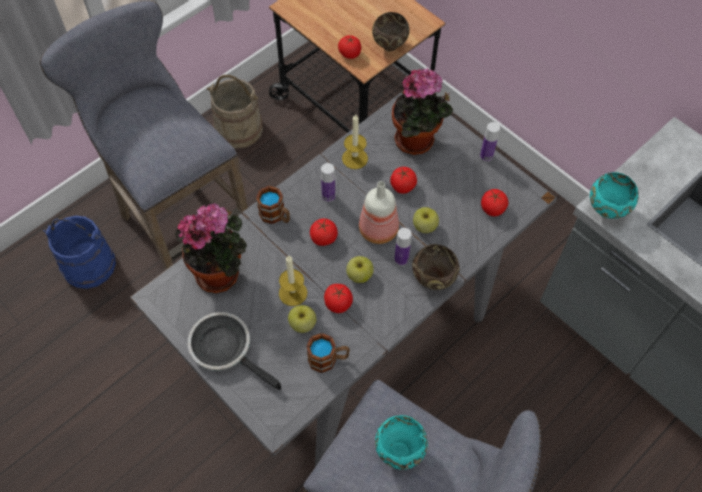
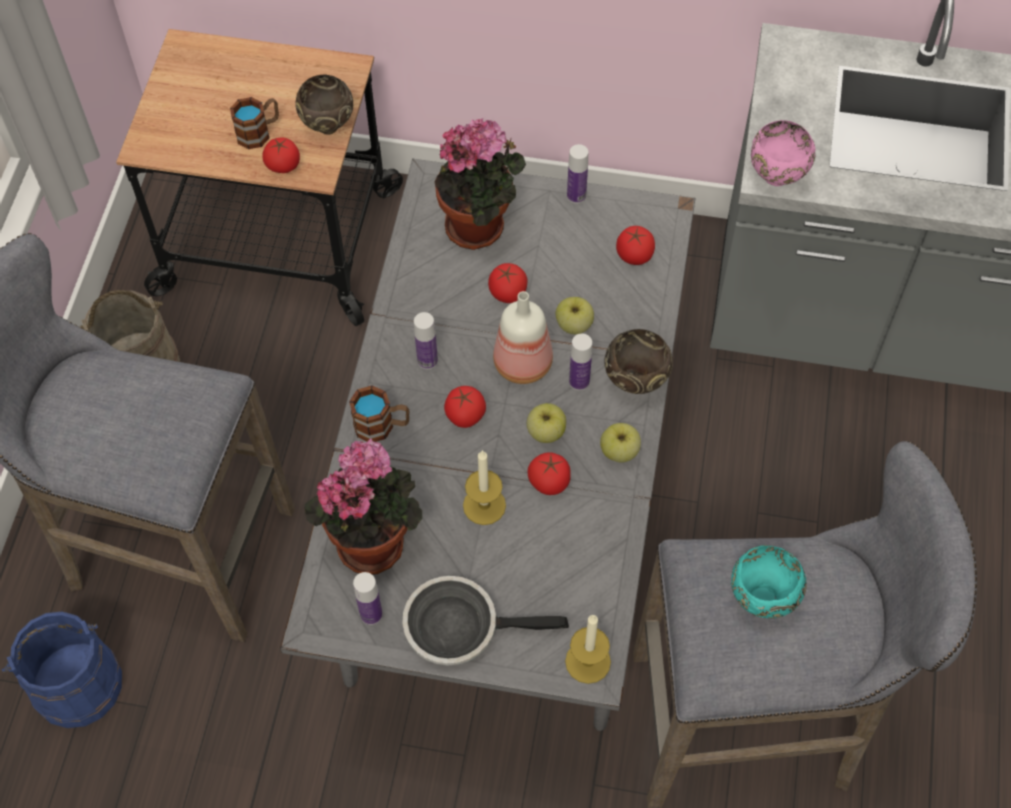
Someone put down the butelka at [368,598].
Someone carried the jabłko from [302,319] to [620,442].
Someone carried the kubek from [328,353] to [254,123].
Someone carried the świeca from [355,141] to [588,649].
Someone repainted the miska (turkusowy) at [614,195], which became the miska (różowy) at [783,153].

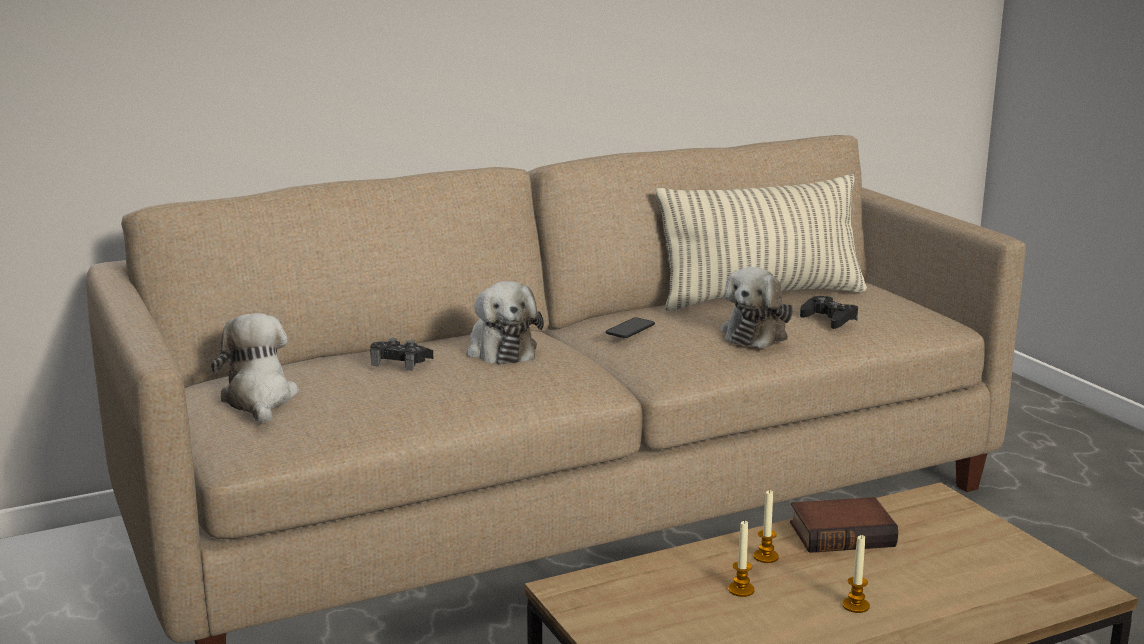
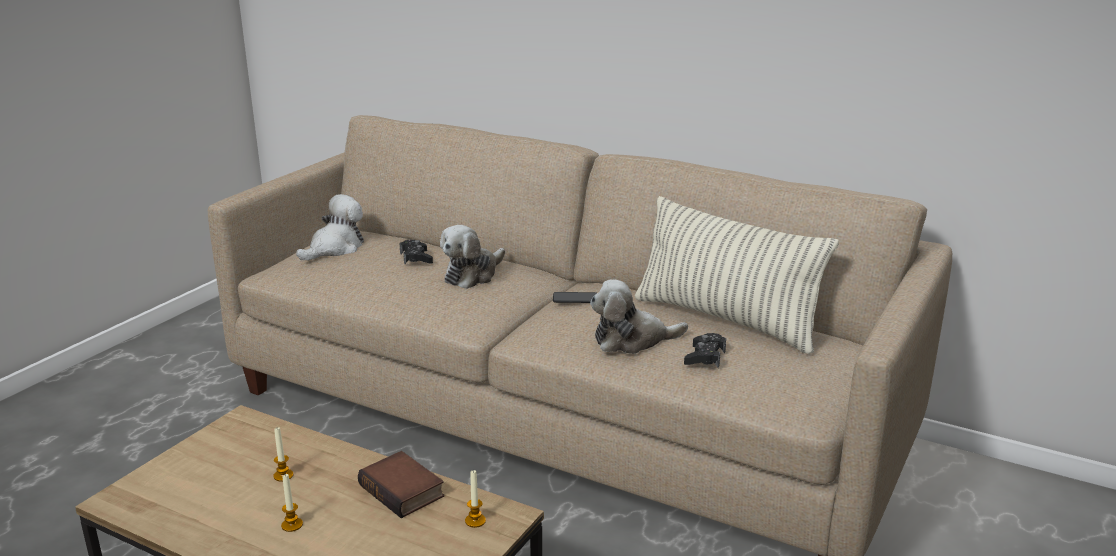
Someone carried the świeca from [766,526] to [475,499].

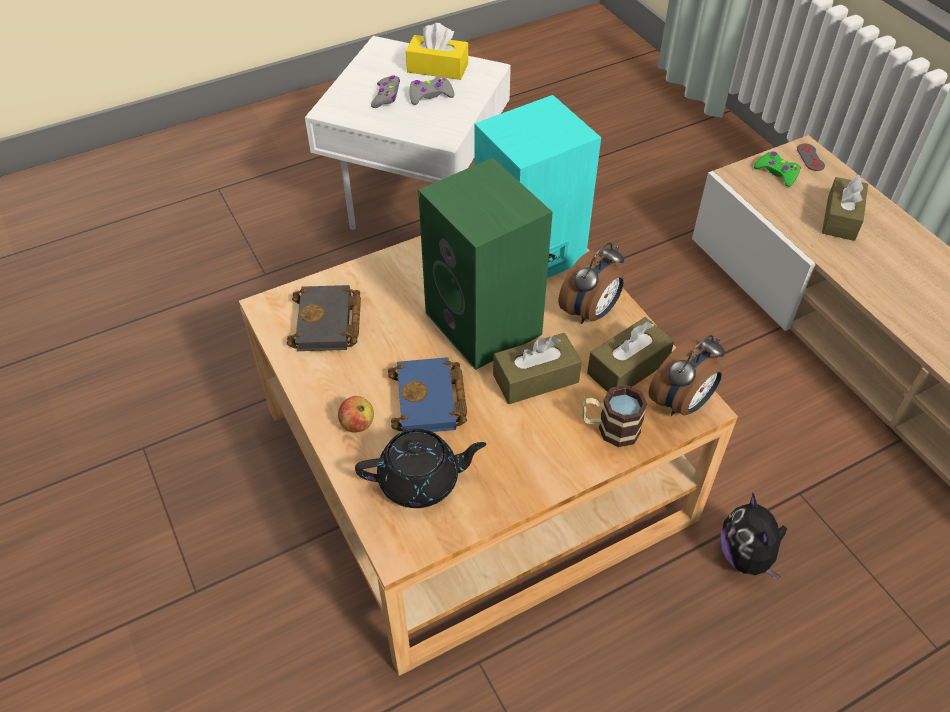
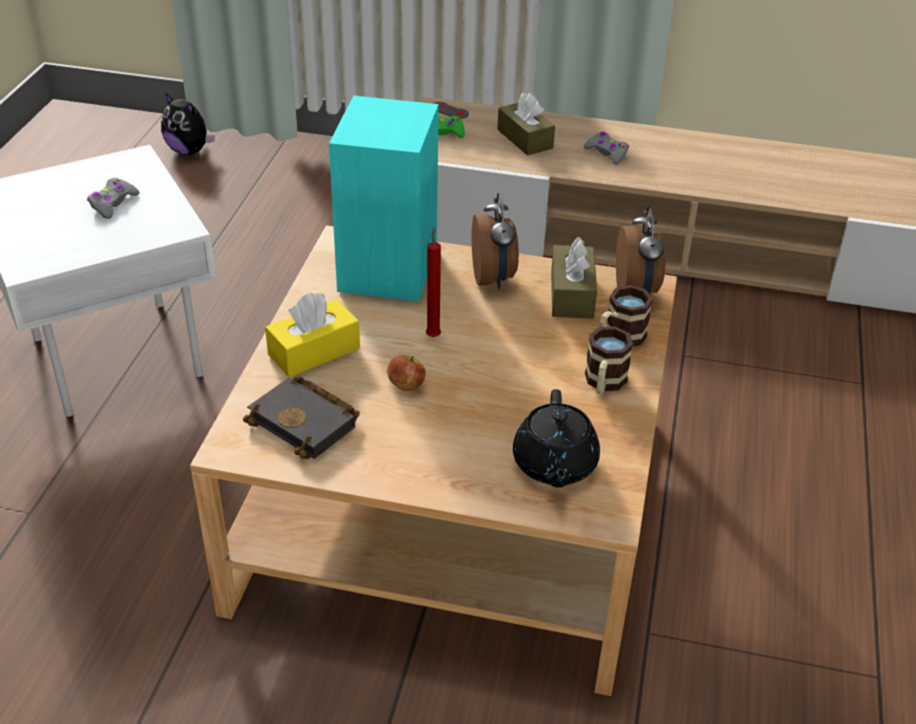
Someone took away the książka (niebieski) at [427,394].
Someone took away the pudełko chusteczek (brązowy) at [537,368].
Someone put down the kubek at [609,360].
Someone carried the jabłko from [356,414] to [406,373].
Someone carried the pad do gier (szary) from [385,91] to [606,148].
Someone carried the pudełko chusteczek (żółty) from [437,51] to [312,335].
Someone carried the pluszak from [753,535] to [188,123].
Someone swapped the głośnik (zielony) at [485,264] for the świeca (czerwony) at [433,282].
Someone rotated the imbryk (czarny) at [420,468] by 150 degrees clockwise.

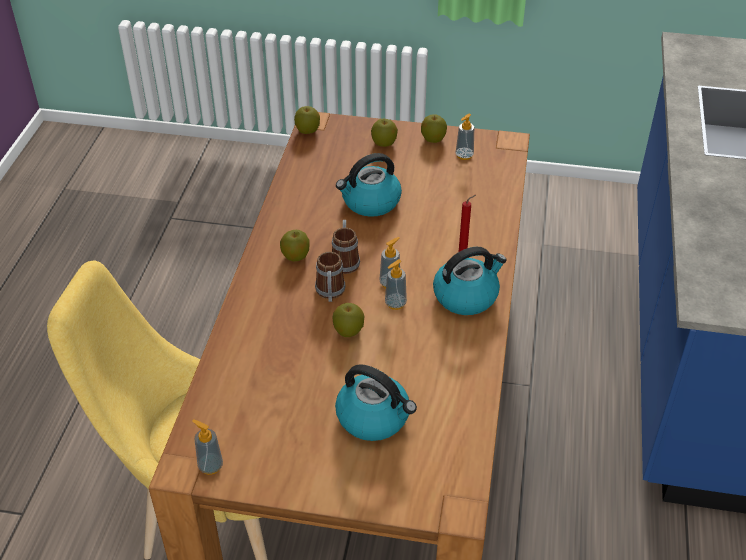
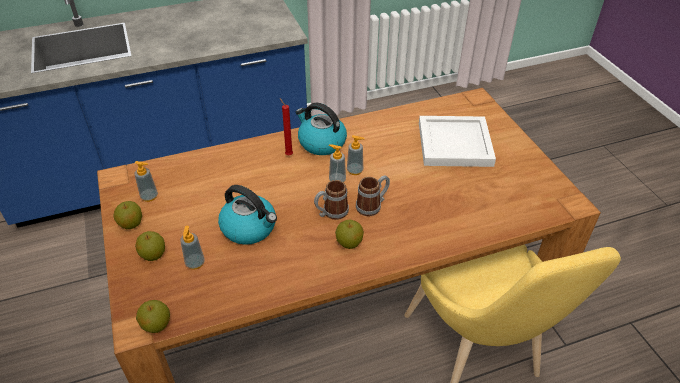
Someone took away the jabłko at [348,320].
Someone carried the dozownik mydła from [207,447] to [192,247].
Someone swapped the czajnik at [376,402] for the taca (biały) at [457,141].

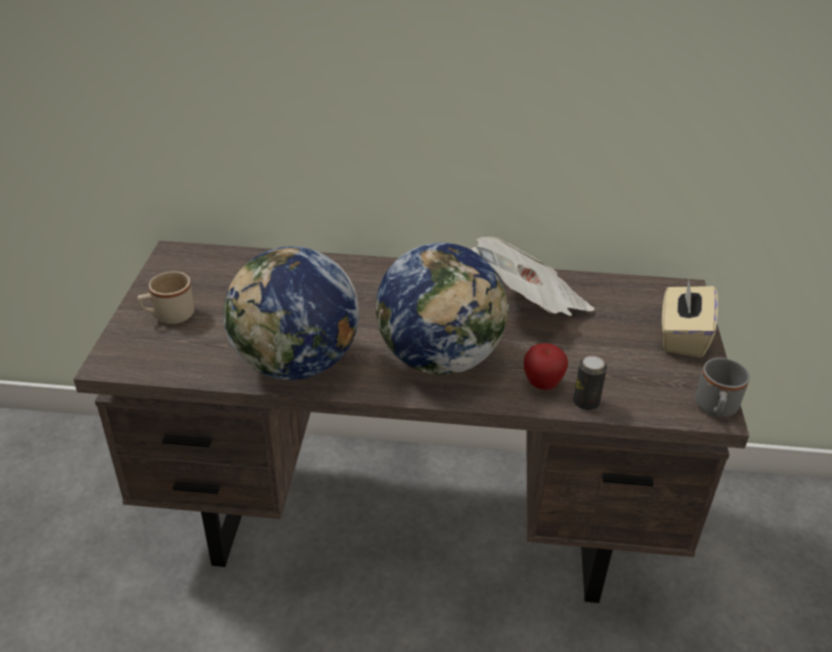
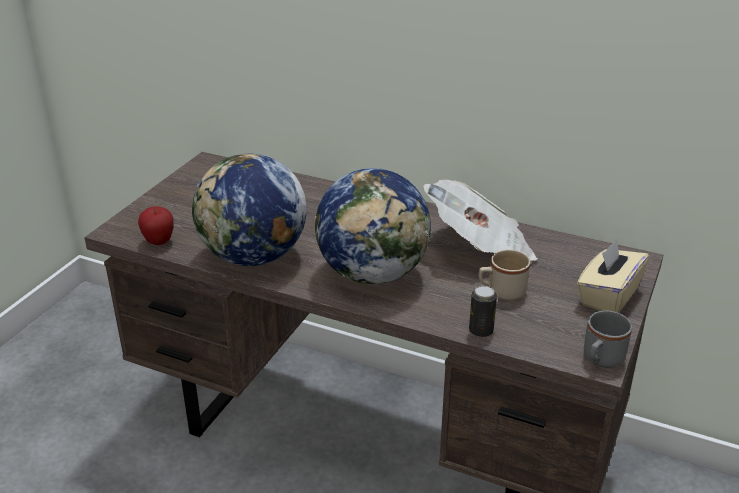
Someone carried the kubek (beżowy) from [166,297] to [504,275].
Someone carried the jabłko from [546,366] to [156,225].

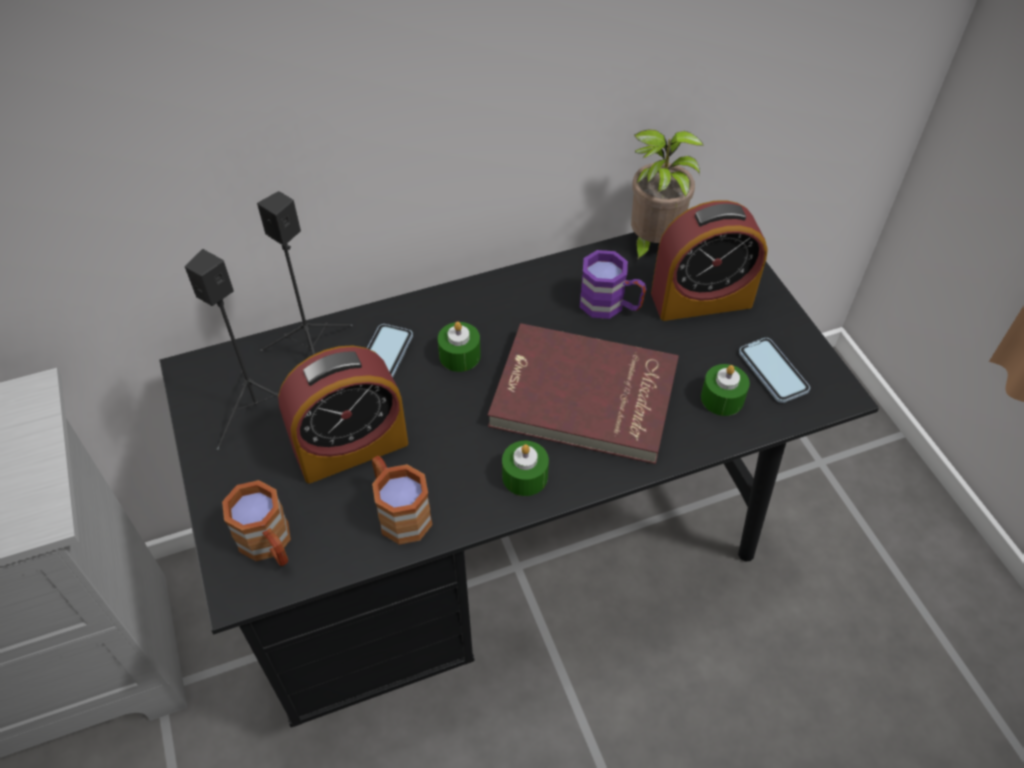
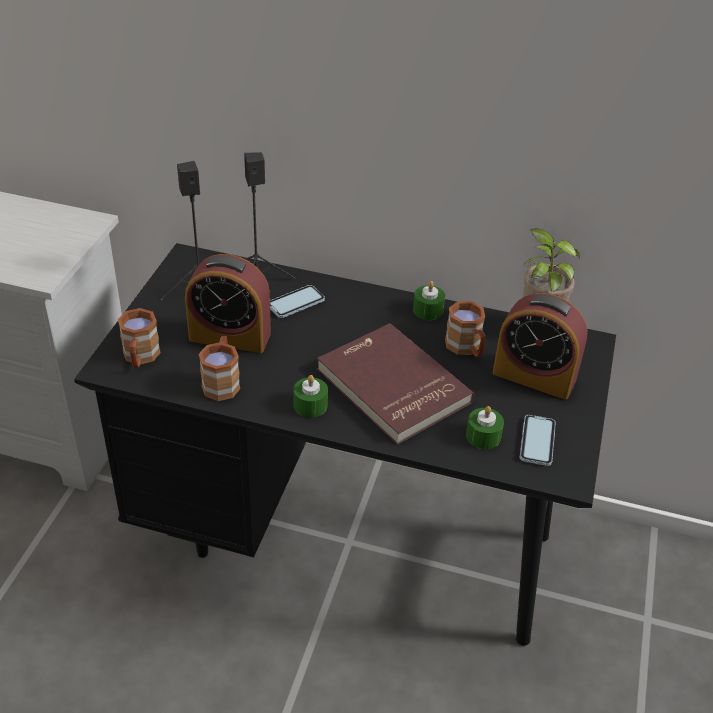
Someone carried the świeca (zielony) from [459,347] to [429,300].
Someone repainted the kubek (fioletowy) at [613,284], which became the kubek (brązowy) at [465,329].

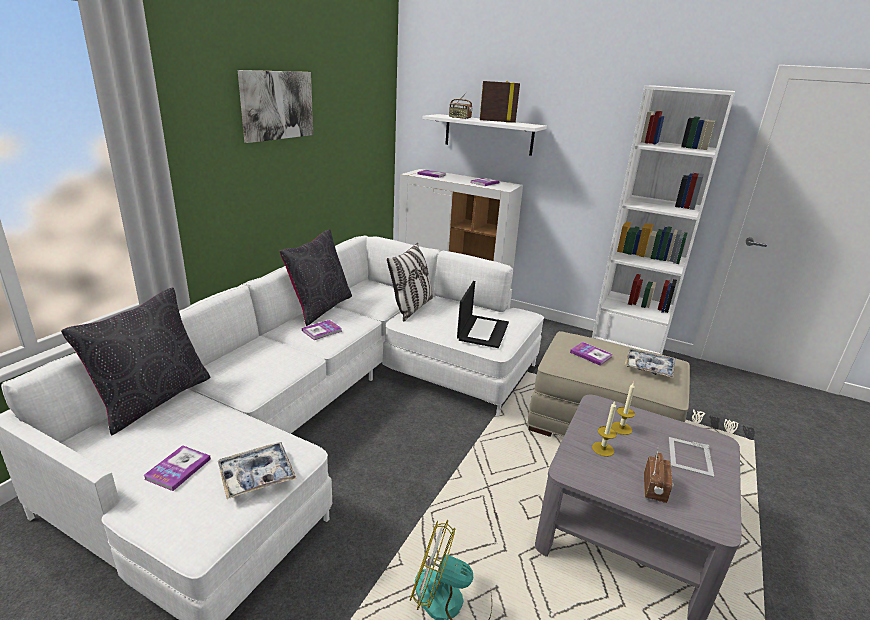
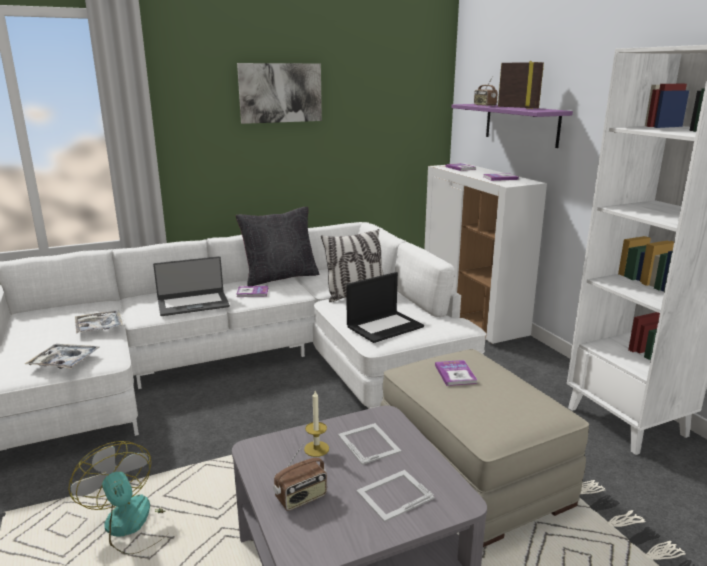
Someone took away the poduszka (czarny) at [136,362].
Someone took away the książka at [177,468].
Someone put down the laptop at [191,286].
Someone carried the taca from [650,363] to [99,322].
Someone swapped the świeca at [623,408] for the ramka na zdjęcie at [370,444].
Someone repainted the półka (biały) at [484,135], which became the półka (fioletowy) at [512,126].

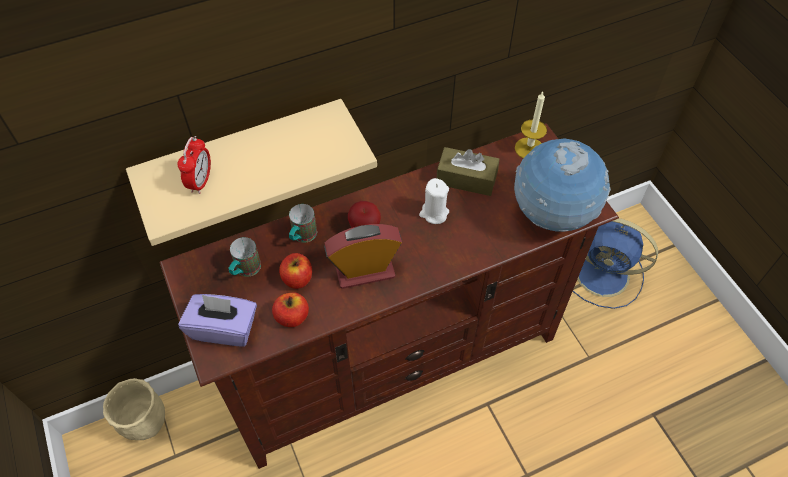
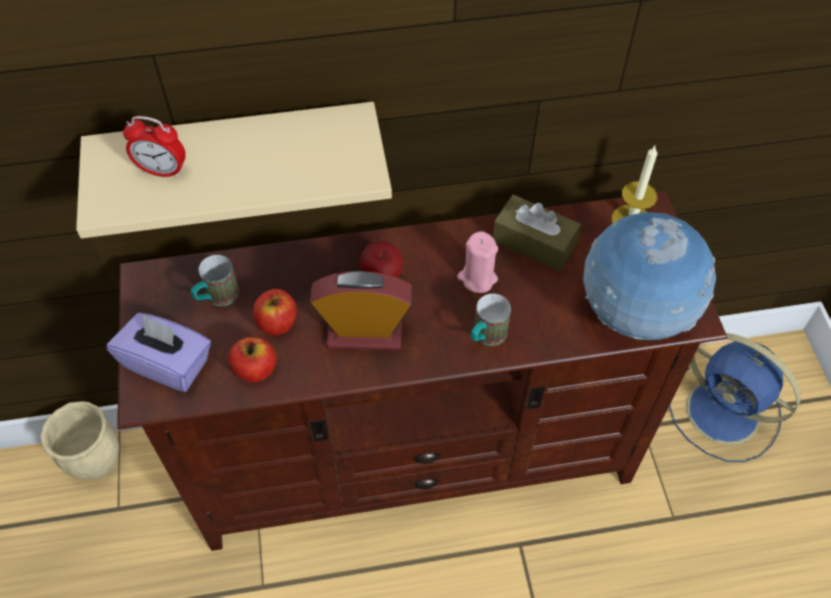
Someone carried the kubek from [303,223] to [491,320].
Someone repainted the świeca (biały) at [434,201], which became the świeca (różowy) at [477,262].
Someone rotated the budzik at [194,165] by 75 degrees clockwise.

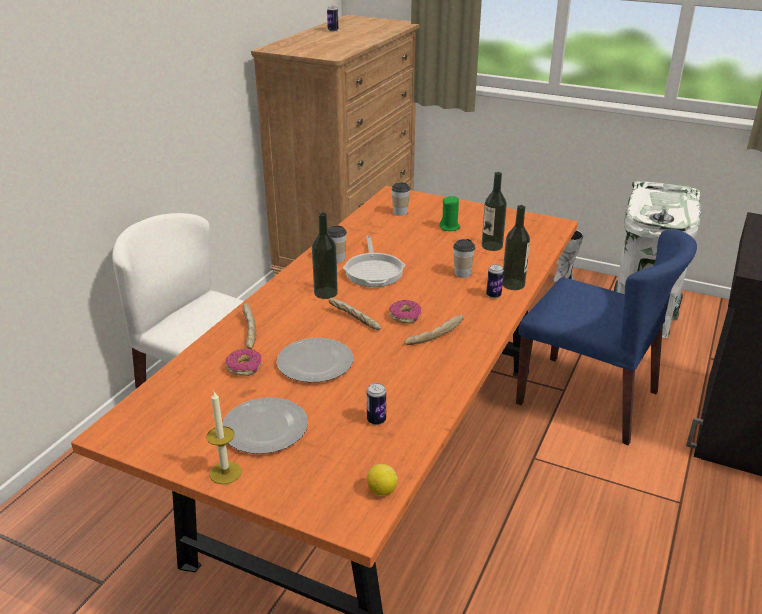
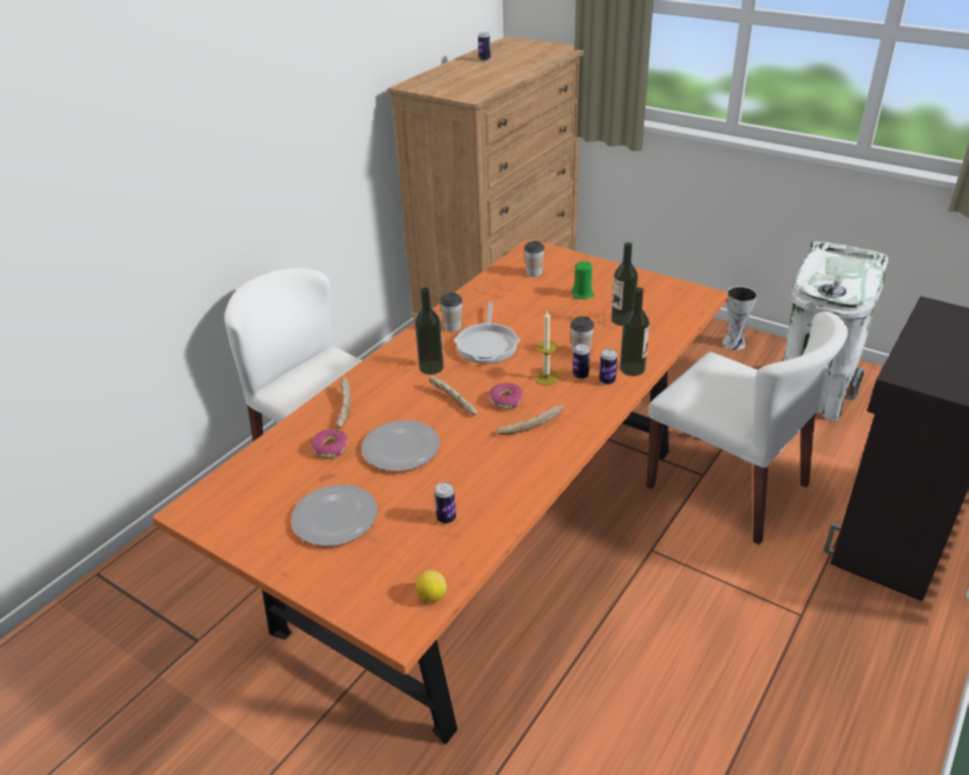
Someone put down the puszka at [581,361].
Someone carried the świeca from [224,437] to [546,348].
Someone repainted the krzesło (niebieski) at [606,337], which became the krzesło (biały) at [747,428].

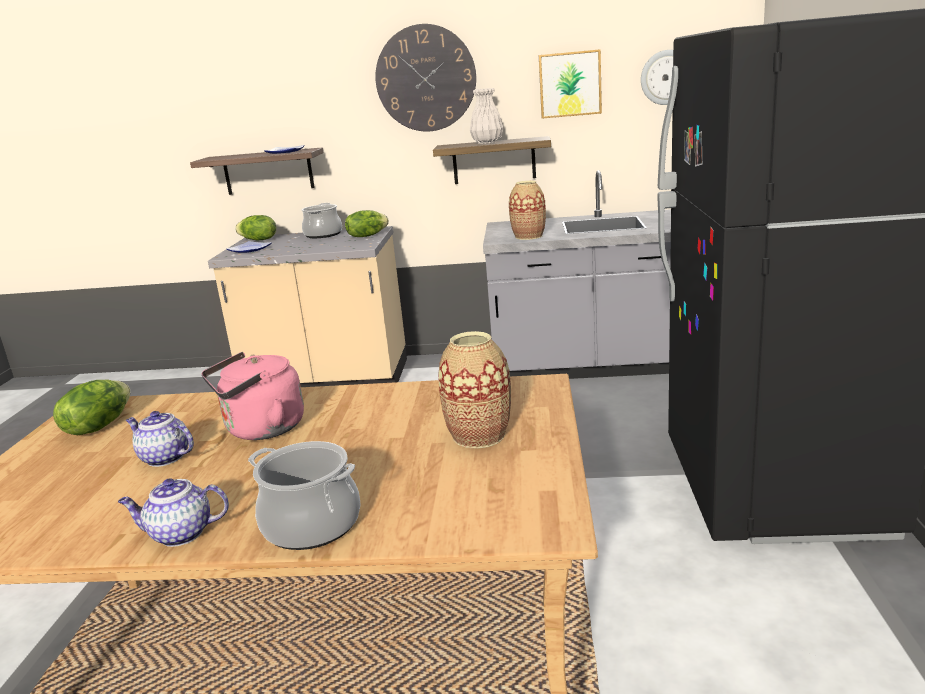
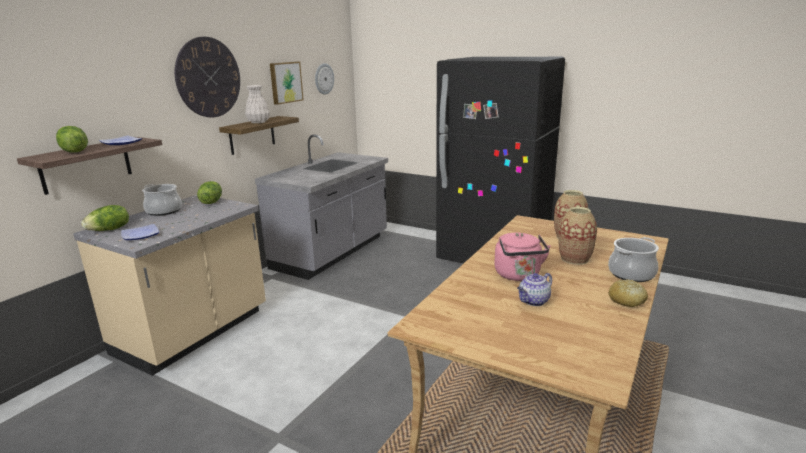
Someone carried the sałata from [91,407] to [72,139].
Someone carried the wazon from [527,210] to [578,236].
Someone swapped the imbryk at [173,513] for the chleb at [628,293].

